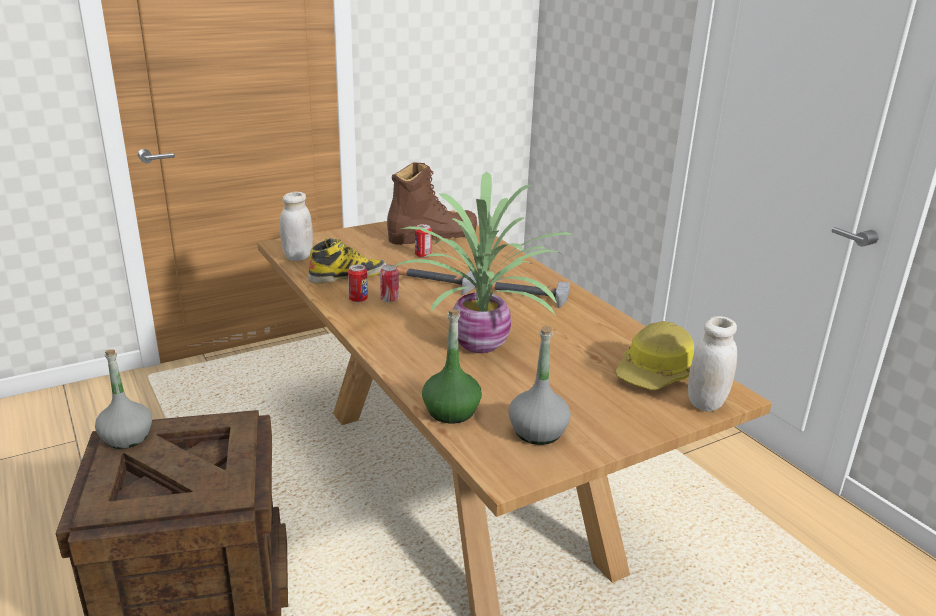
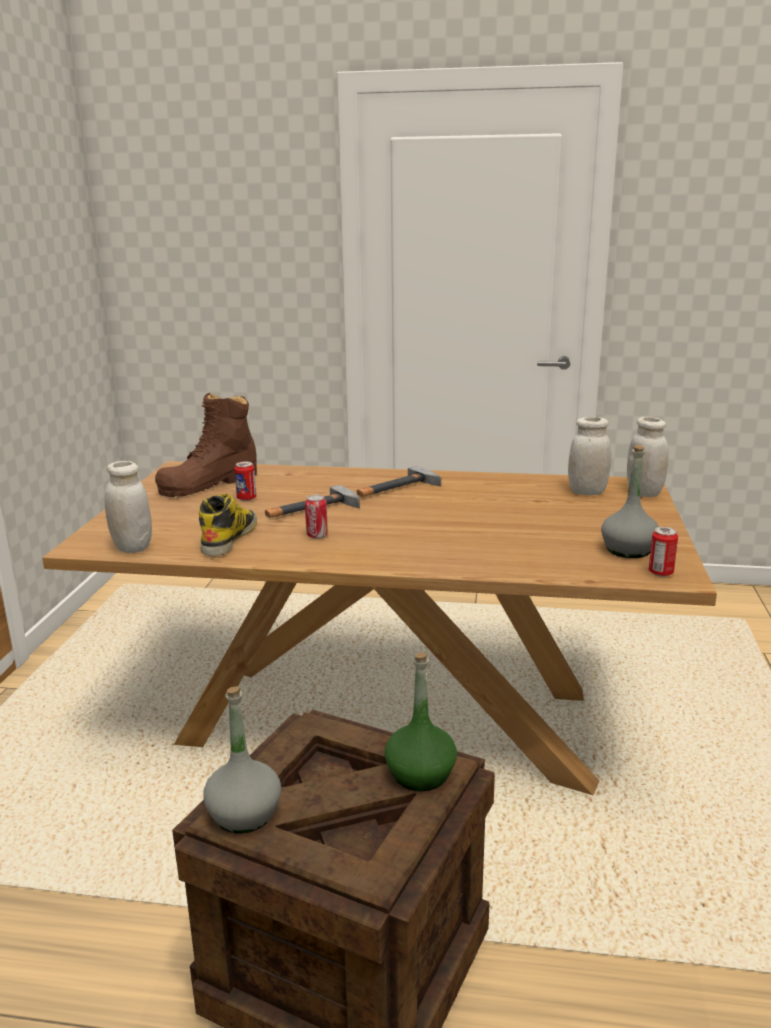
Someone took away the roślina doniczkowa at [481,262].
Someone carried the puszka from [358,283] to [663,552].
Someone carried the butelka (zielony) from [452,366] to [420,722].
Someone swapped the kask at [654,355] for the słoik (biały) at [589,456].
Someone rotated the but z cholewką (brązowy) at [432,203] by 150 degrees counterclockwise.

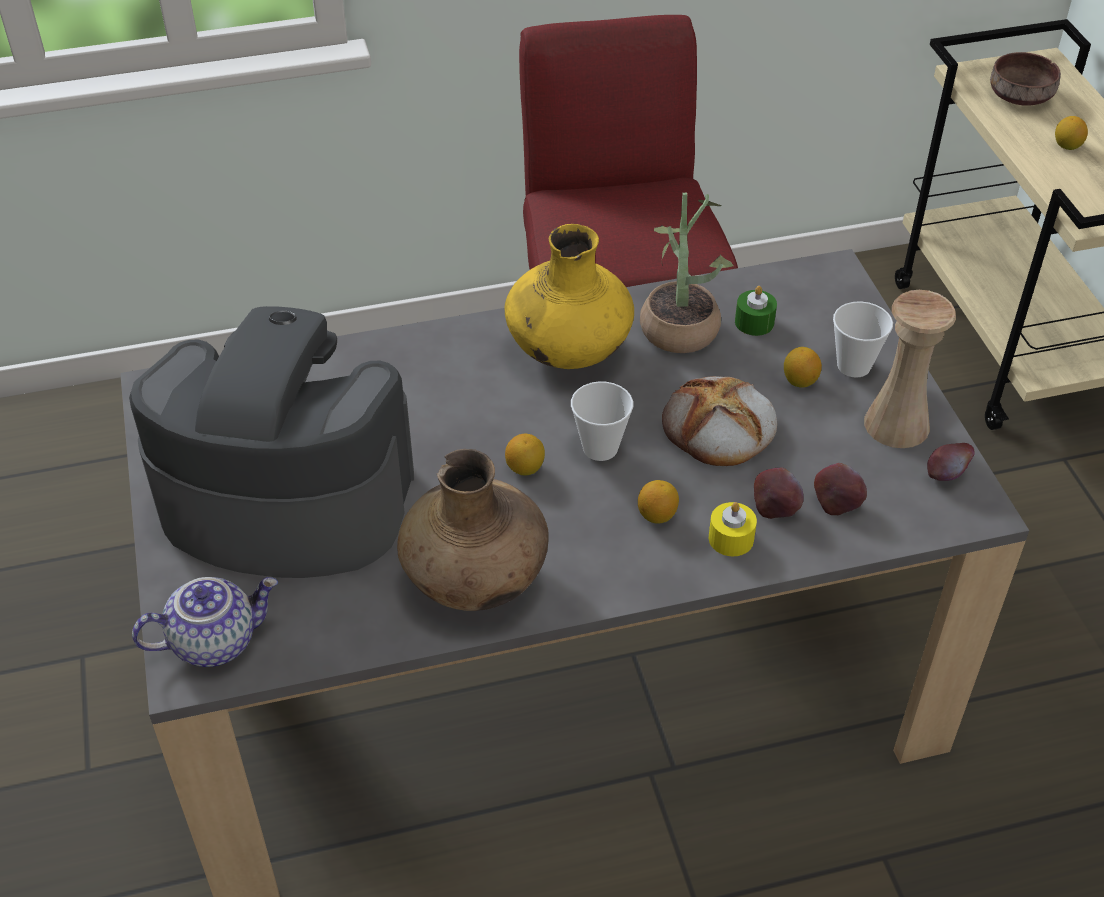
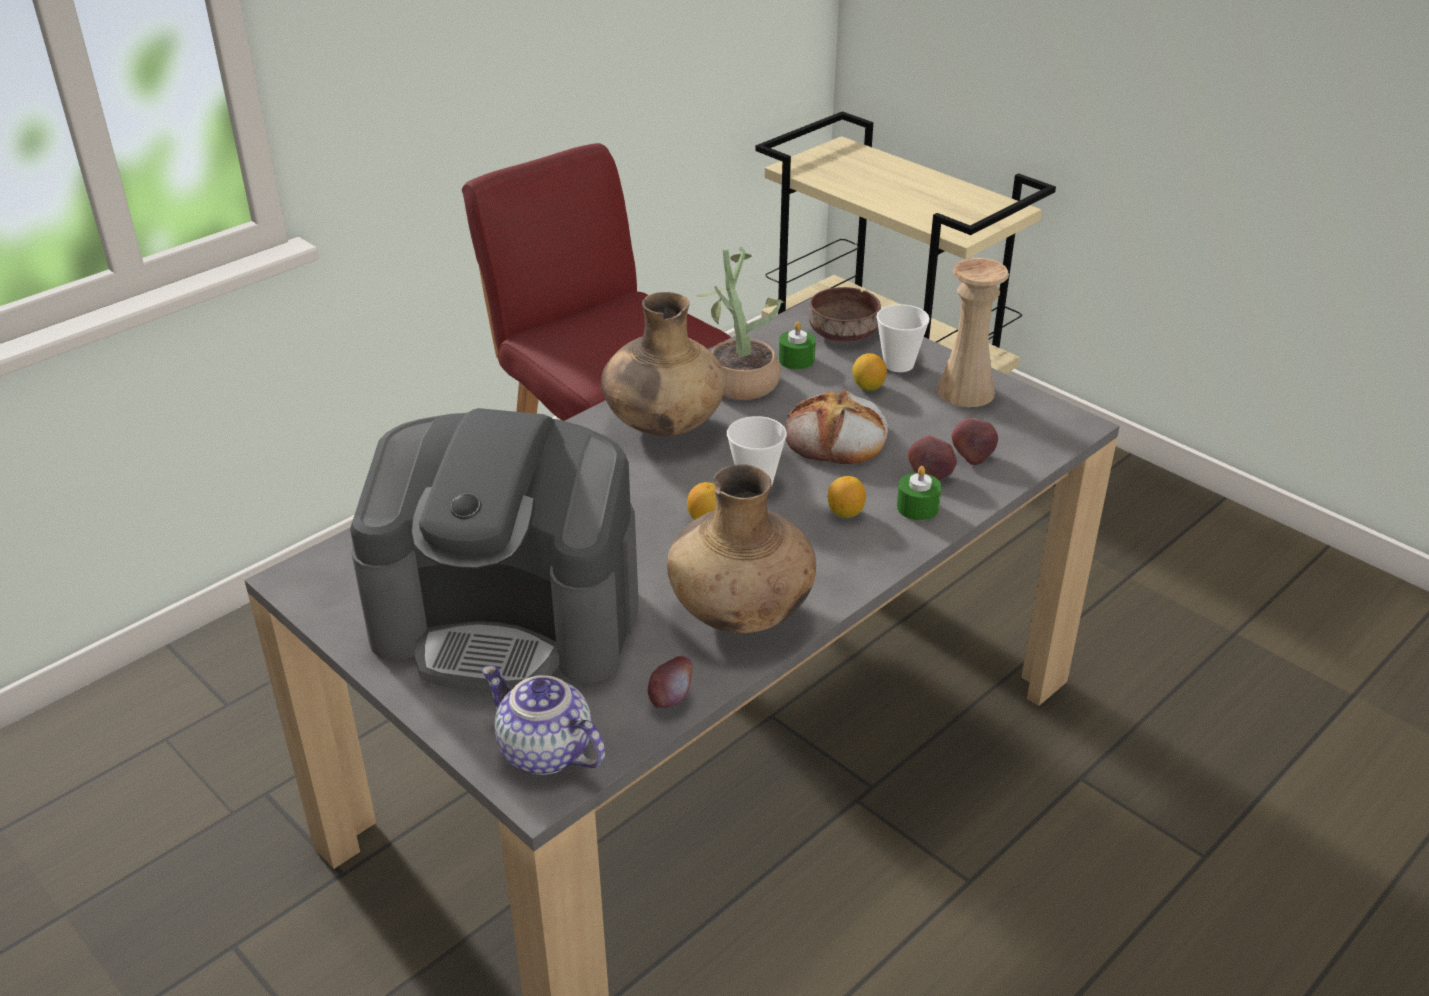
Someone took away the cytryna at [1071,133].
Someone carried the jabłko from [951,462] to [670,682].
Someone carried the miska (brązowy) from [1025,79] to [845,314].
Someone repainted the wazon (żółty) at [569,296], which became the wazon (brązowy) at [664,364].
Someone repainted the świeca (żółty) at [733,529], which became the świeca (zielony) at [919,493].
Someone rotated the ekspres do kawy at [271,442] by 150 degrees counterclockwise.
Someone rotated the imbryk at [205,622] by 90 degrees counterclockwise.

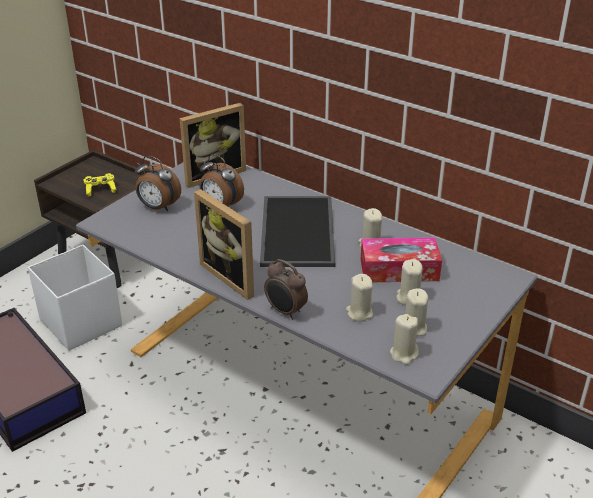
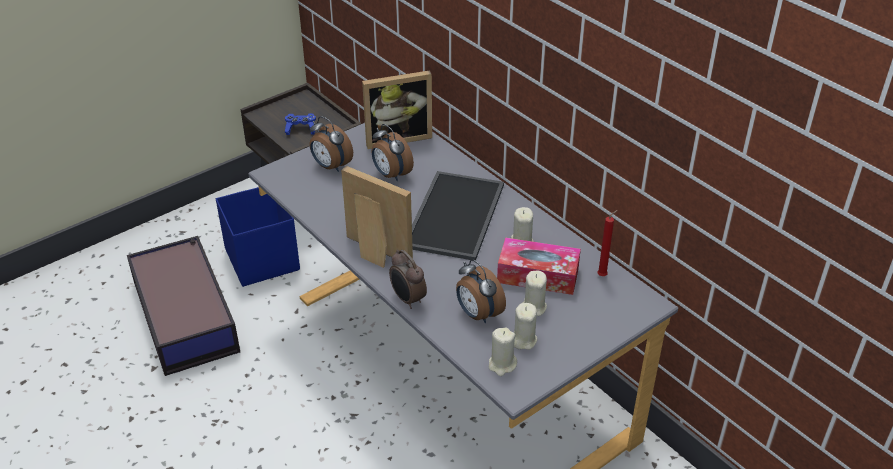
Someone put down the świeca (czerwony) at [607,243].
Someone swapped the świeca (beżowy) at [359,298] for the budzik at [481,291].
Someone repainted the pojemnik do przechowywania (biały) at [75,298], which became the pojemnik do przechowywania (niebieski) at [258,237].
Someone repainted the pad do gier (żółty) at [100,184], which became the pad do gier (niebieski) at [300,124].
Someone rotated the ramka na zdjęcie at [224,244] by 150 degrees clockwise.

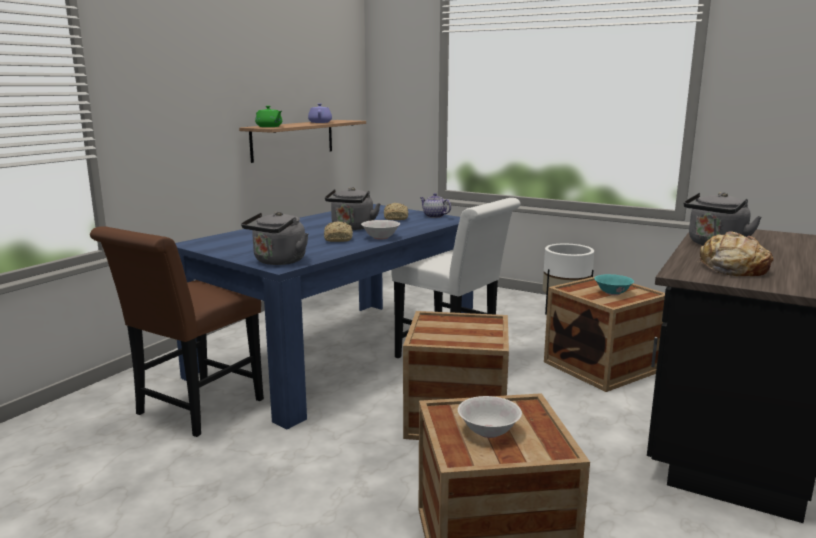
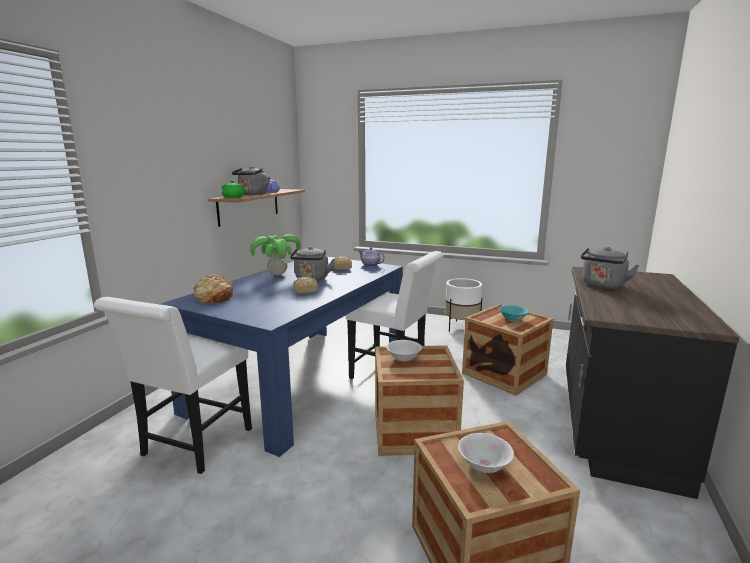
Someone put down the roślina doniczkowa at [275,255].
Someone carried the czajnik (szary) from [274,238] to [251,180].
Someone carried the miska (biały) from [380,230] to [404,351].
Someone carried the chleb from [736,253] to [213,289].
Someone repainted the krzesło (brązowy) at [177,331], which became the krzesło (biały) at [173,385].

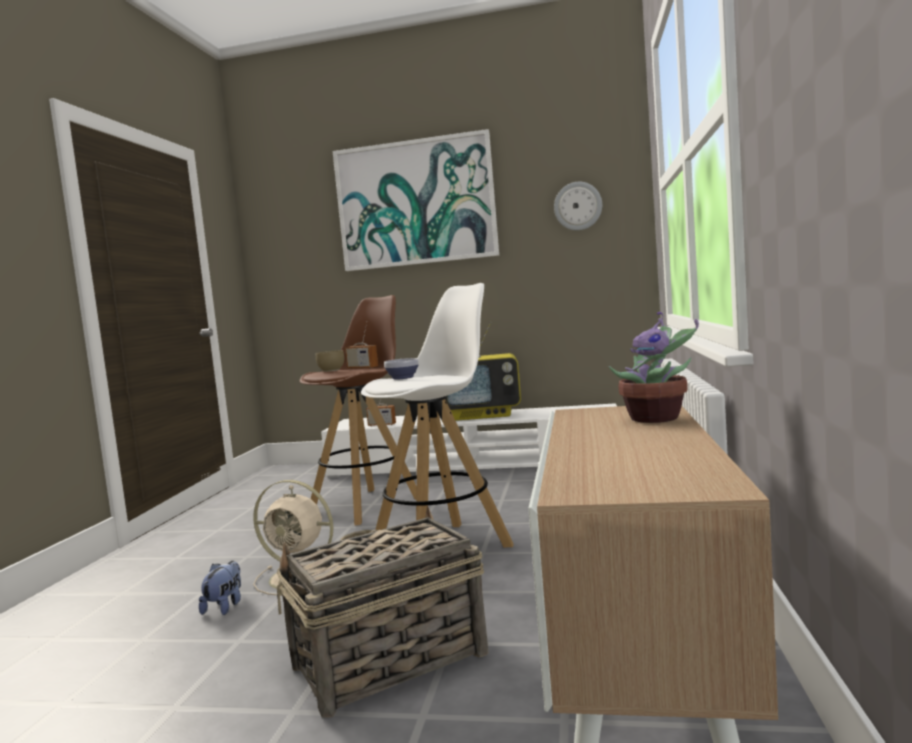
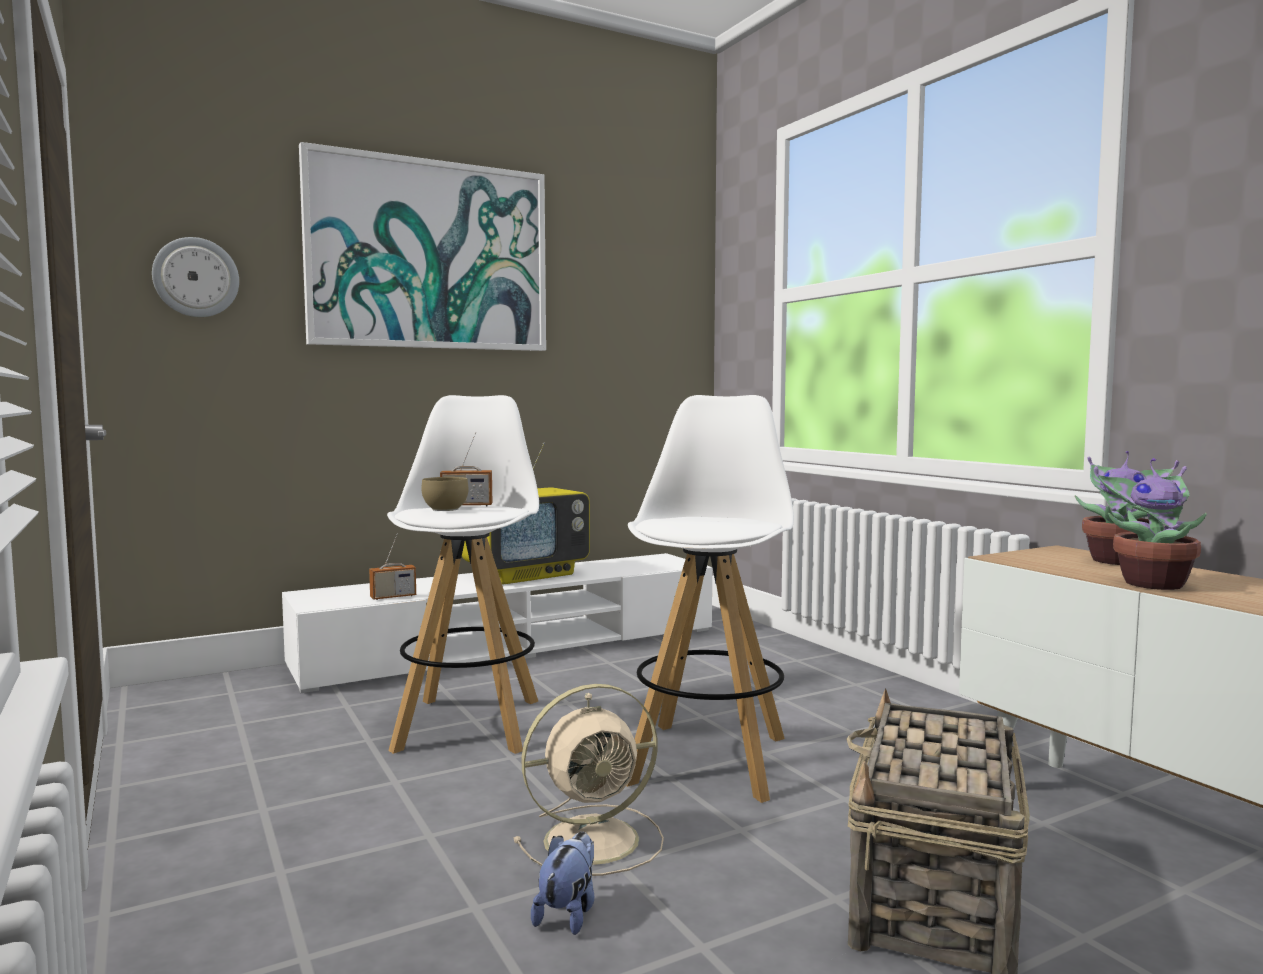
Someone took away the miska at [401,368].
Someone put down the roślina doniczkowa at [1150,524].
Someone carried the zegar ścienny from [578,206] to [195,277].
Someone repainted the stołek (brązowy) at [358,410], which became the stołek (biały) at [463,574].
Someone rotated the pluszak at [220,588] by 45 degrees clockwise.

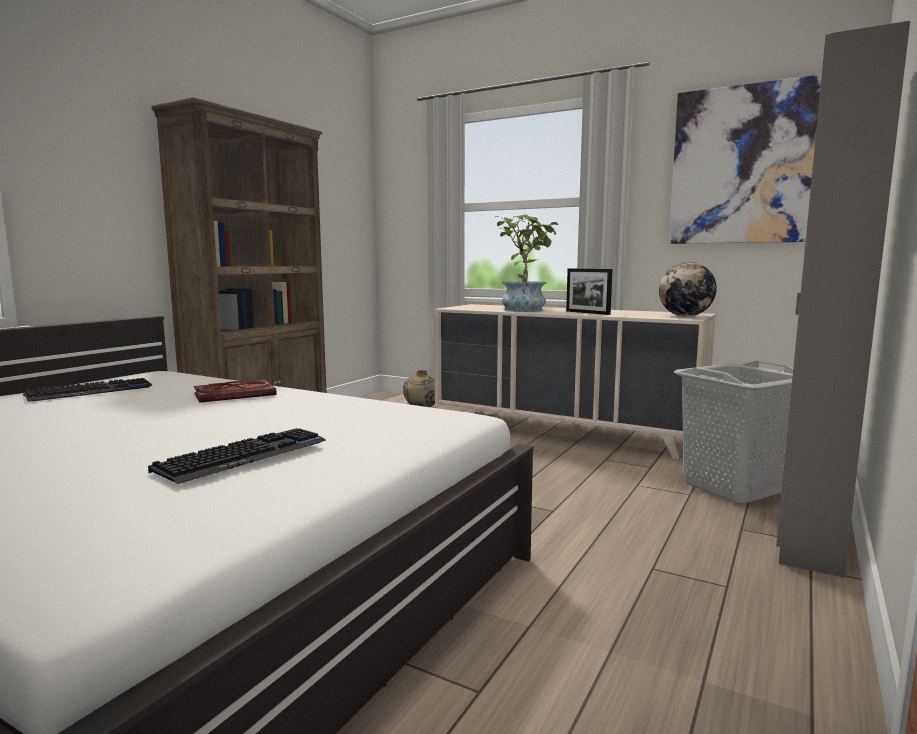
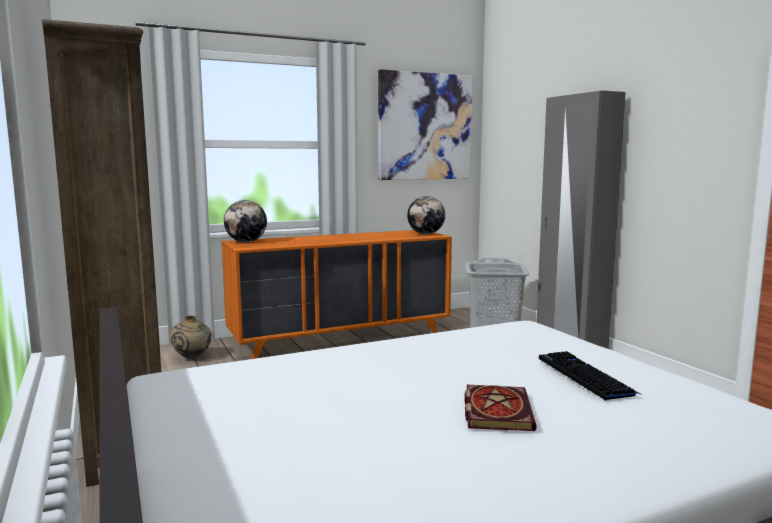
Someone took away the klawiatura at [87,390].
Someone took away the roślina doniczkowa at [527,263].
Someone took away the ramka na zdjęcie at [589,292].
Someone put down the globus at [245,221].
Someone carried the książka from [235,391] to [501,408].
Someone repainted the komoda (beżowy) at [575,382], which became the komoda (pomarańczowy) at [337,294].

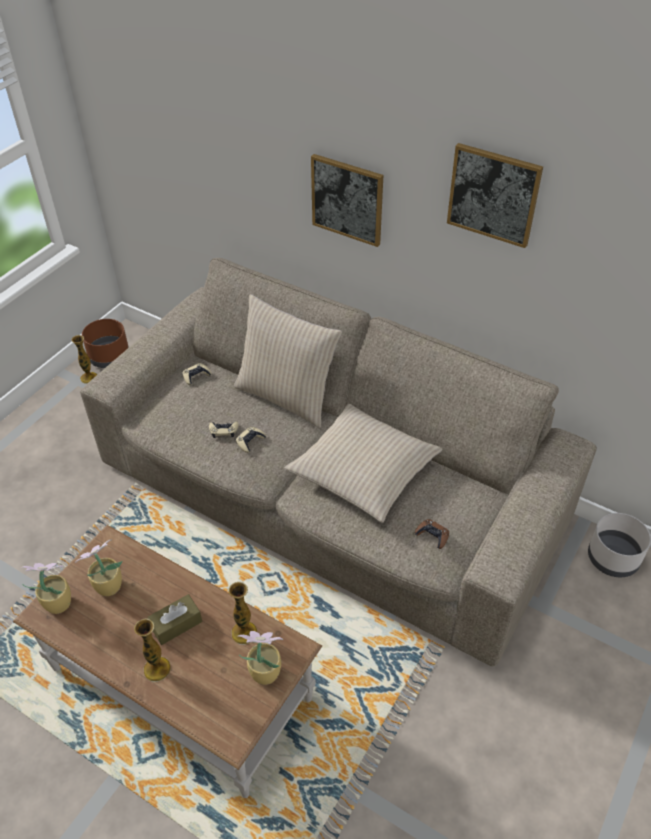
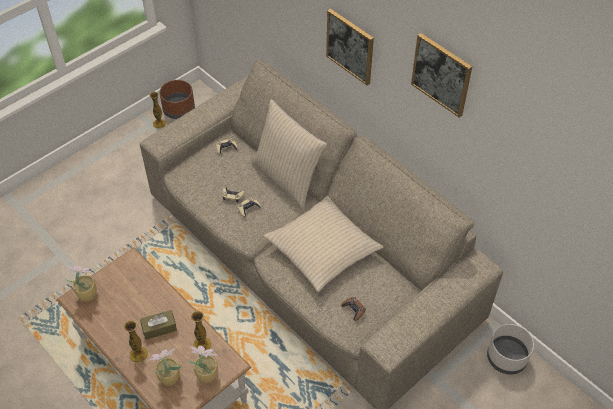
Someone carried the roślina doniczkowa from [99,567] to [164,367].

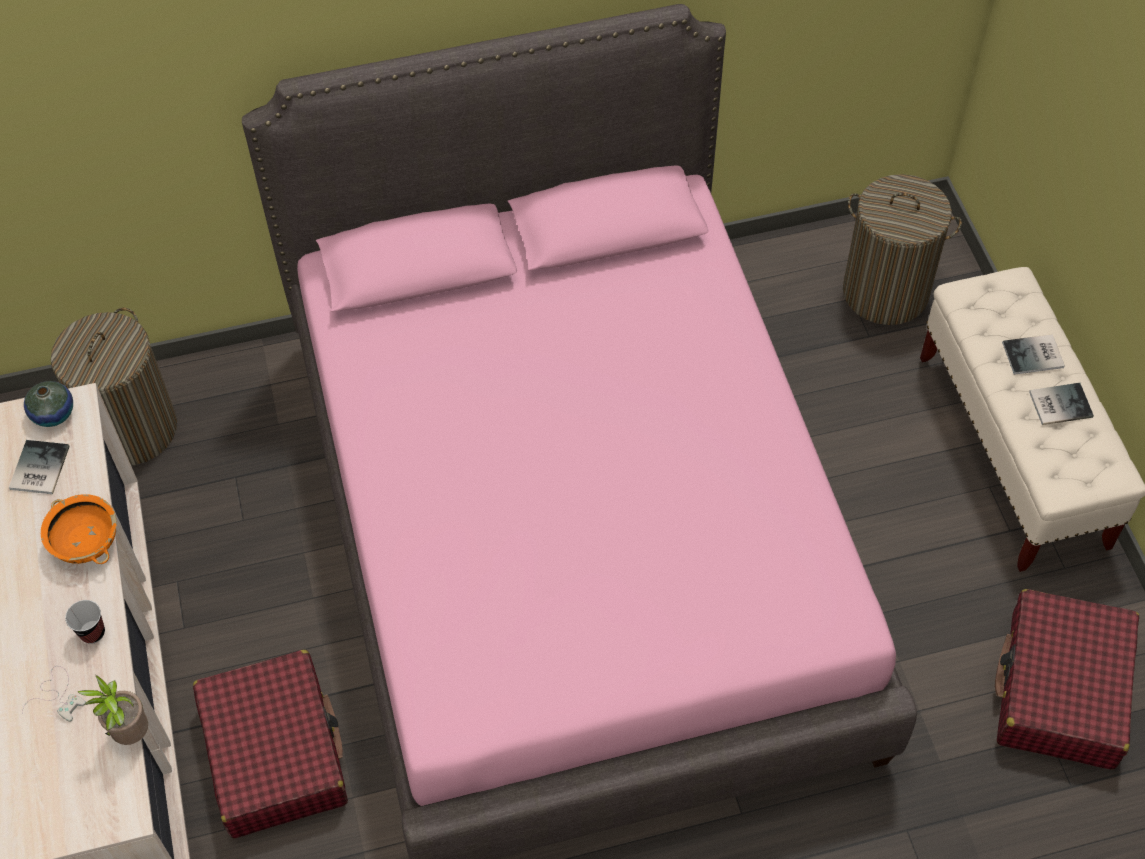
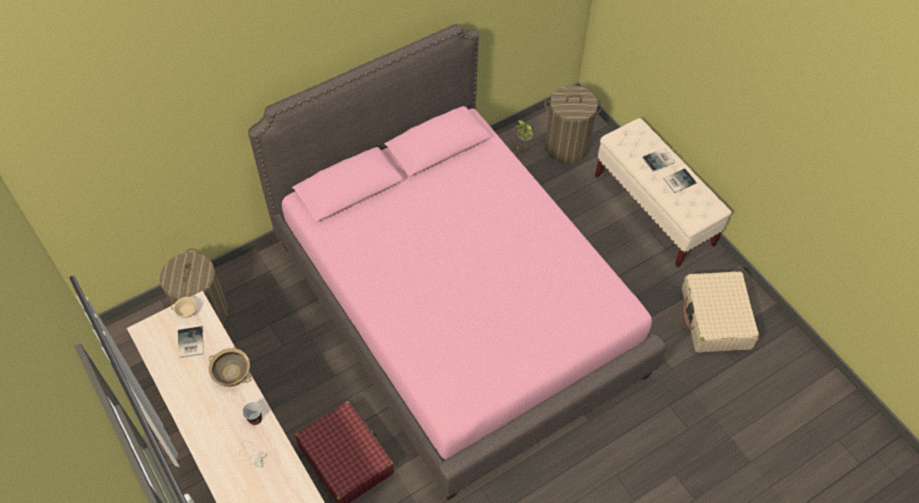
Someone carried the roślina doniczkowa from [113,710] to [524,135].
Someone swapped the wazon at [48,404] for the filiżanka (beżowy) at [184,307].
Someone repainted the miska (pomarańczowy) at [79,529], which became the miska (beżowy) at [230,367].
Someone repainted the walizka (czerwony) at [1067,679], which became the walizka (beżowy) at [720,312].

